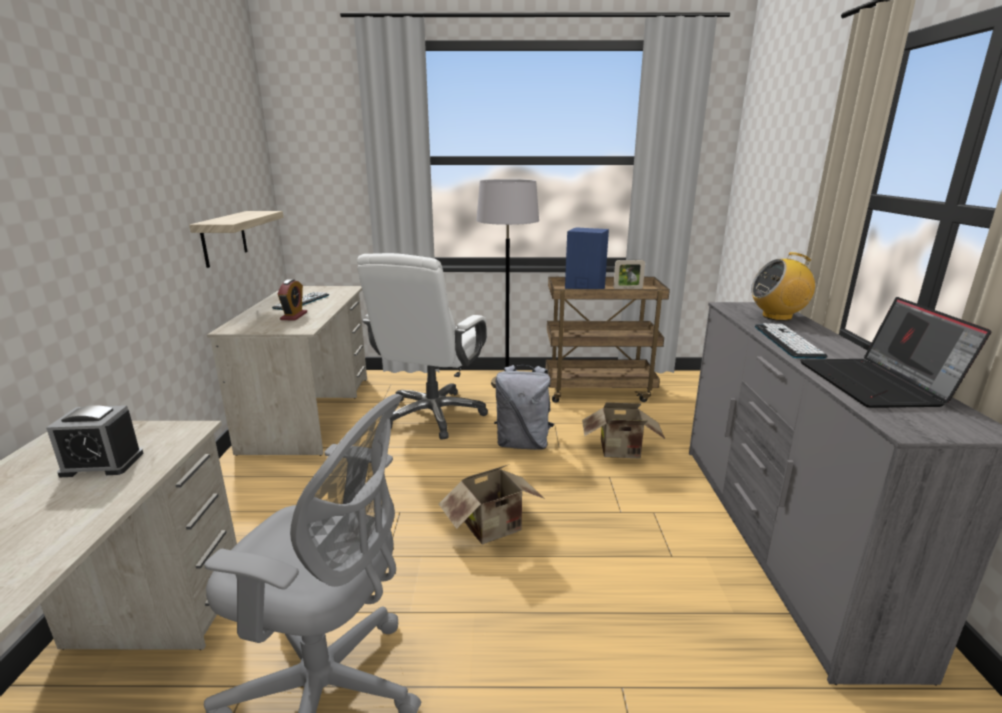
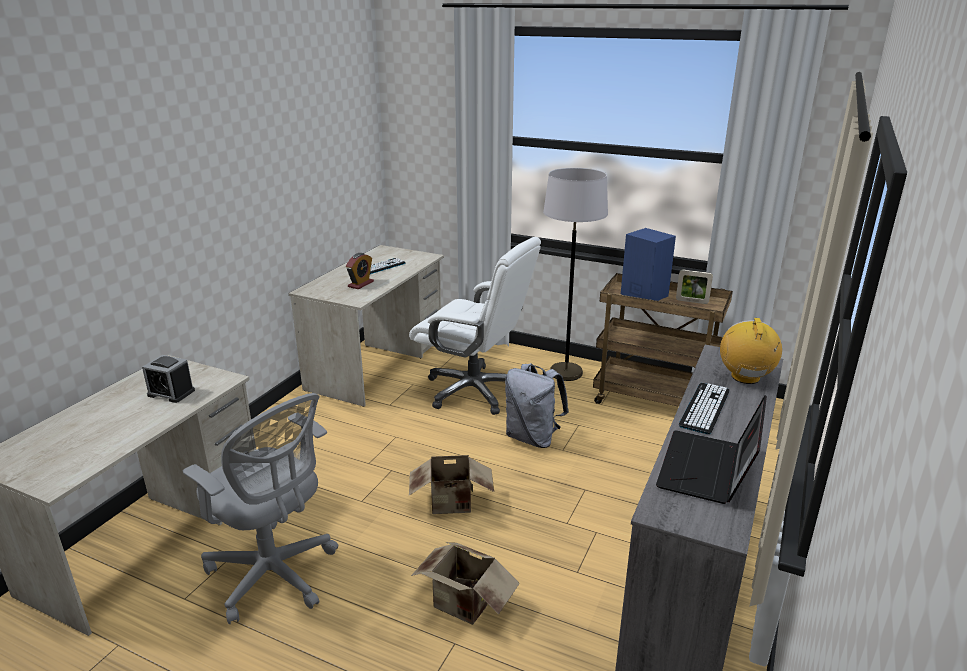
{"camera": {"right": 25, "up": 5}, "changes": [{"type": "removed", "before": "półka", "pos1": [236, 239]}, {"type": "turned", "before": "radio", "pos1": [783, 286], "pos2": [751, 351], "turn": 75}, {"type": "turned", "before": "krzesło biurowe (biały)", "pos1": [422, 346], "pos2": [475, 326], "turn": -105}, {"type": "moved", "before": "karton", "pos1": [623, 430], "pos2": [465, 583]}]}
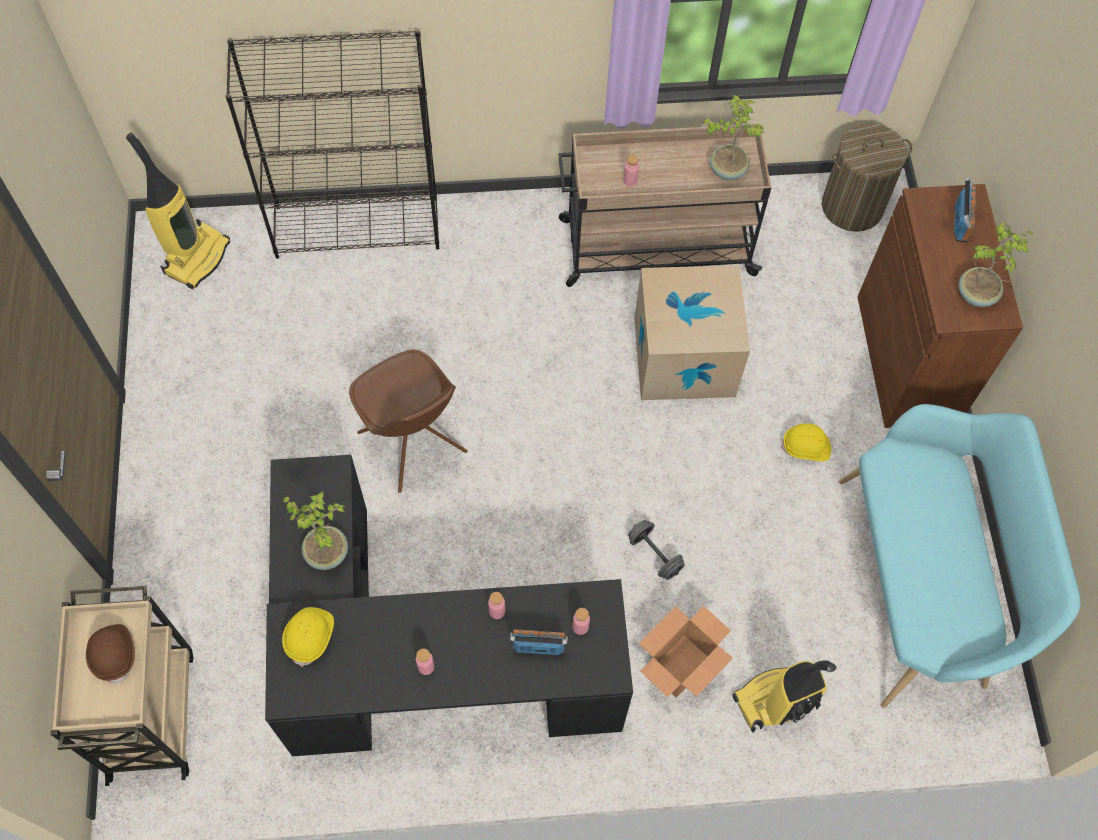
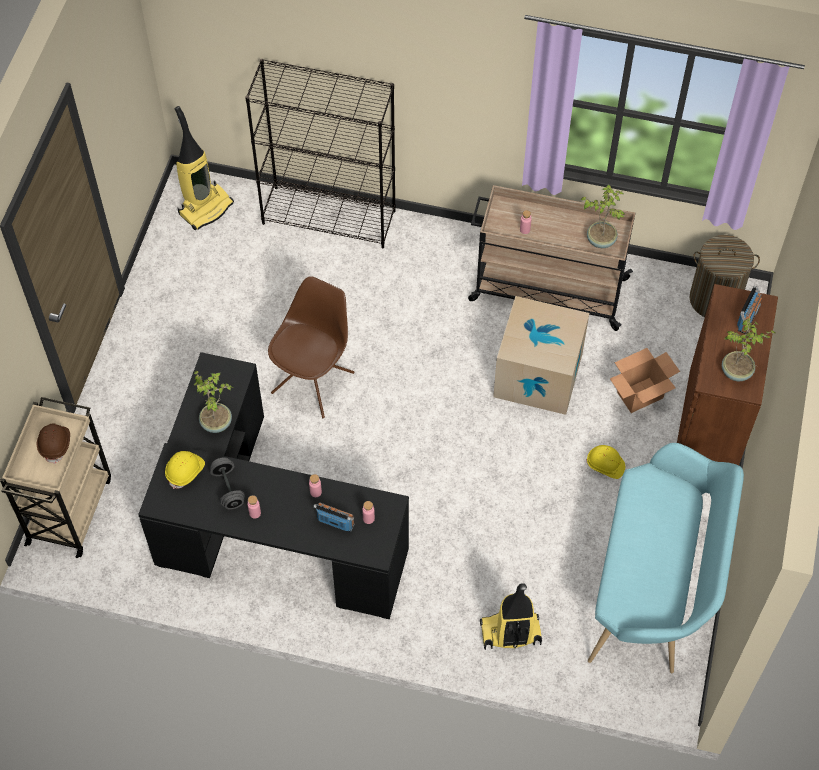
{"camera": {"right": 20, "up": -5}, "changes": [{"type": "turned", "before": "krzesło (brązowy)", "pos1": [408, 421], "pos2": [311, 347], "turn": -135}, {"type": "moved", "before": "hantel (szary)", "pos1": [656, 550], "pos2": [227, 483]}, {"type": "moved", "before": "karton", "pos1": [686, 652], "pos2": [645, 380]}]}
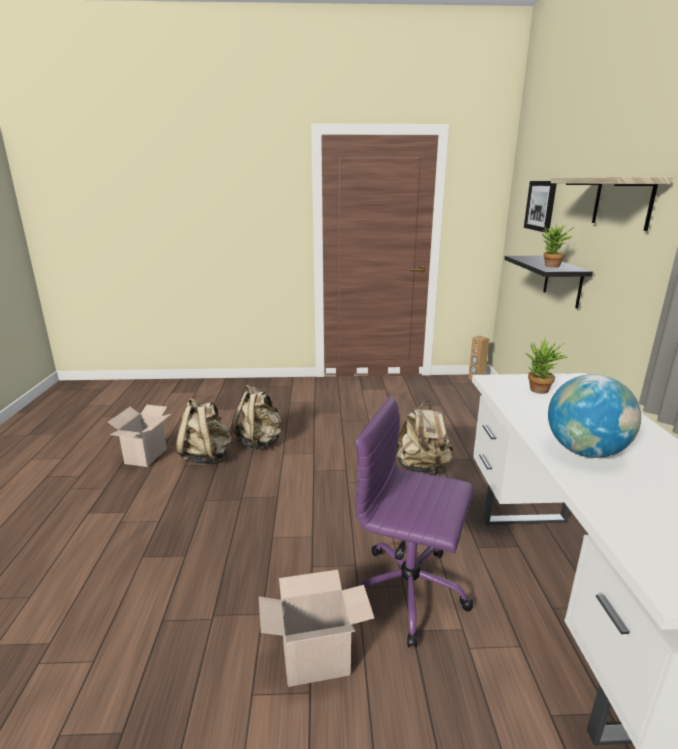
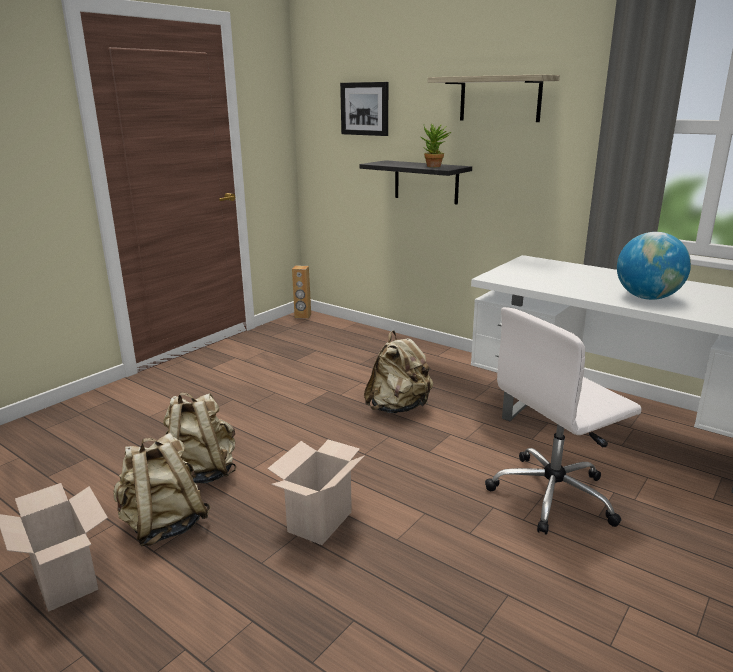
{"camera": {"right": -50, "up": 0}, "changes": [{"type": "removed", "before": "roślina doniczkowa", "pos1": [546, 366]}, {"type": "recoloured", "before": "krzesło biurowe (fioletowy)", "after": "krzesło biurowe (biały)", "pos1": [414, 522], "pos2": [563, 421]}, {"type": "moved", "before": "karton", "pos1": [316, 628], "pos2": [316, 492]}]}
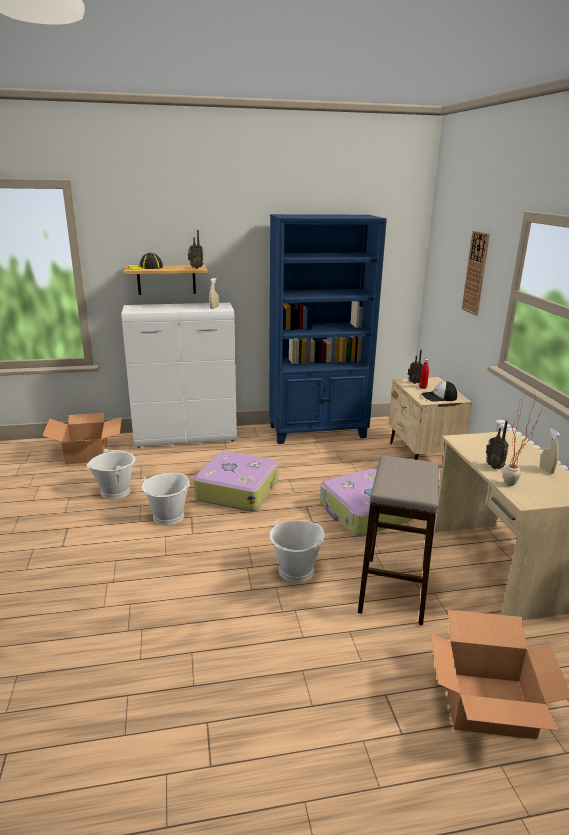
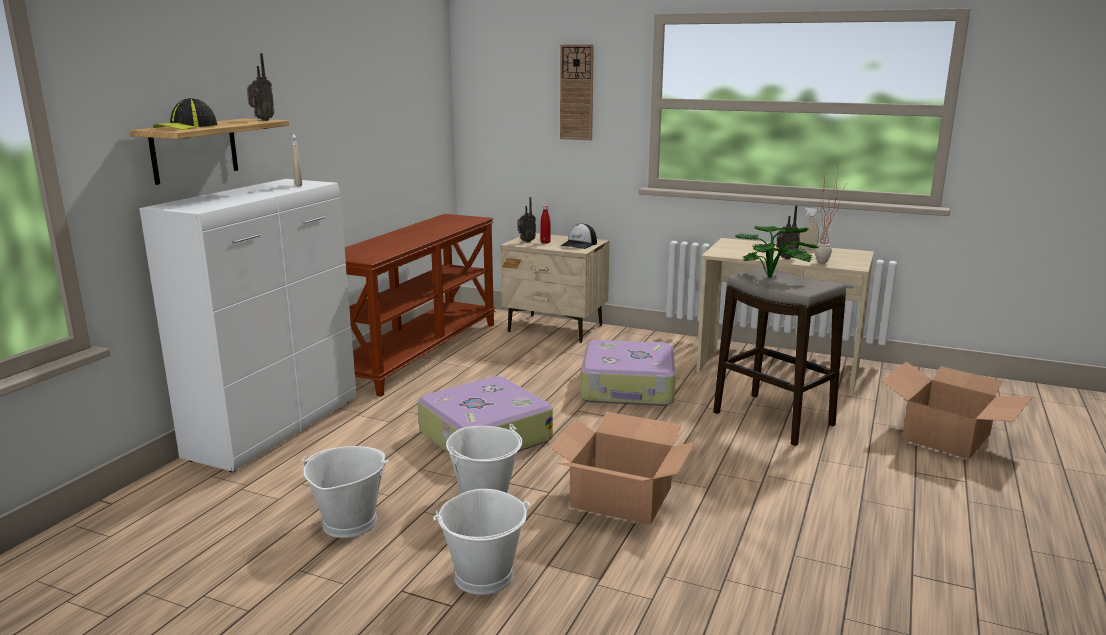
{"camera": {"right": -55, "up": -5}, "changes": [{"type": "replaced", "before": "regał (niebieski)", "after": "stolik konsolowy (brązowy)", "pos1": [328, 329], "pos2": [420, 305]}, {"type": "moved", "before": "karton", "pos1": [82, 438], "pos2": [622, 468]}, {"type": "moved", "before": "wiadro (biały)", "pos1": [297, 551], "pos2": [481, 542]}, {"type": "added", "after": "roślina doniczkowa", "pos2": [777, 252]}]}
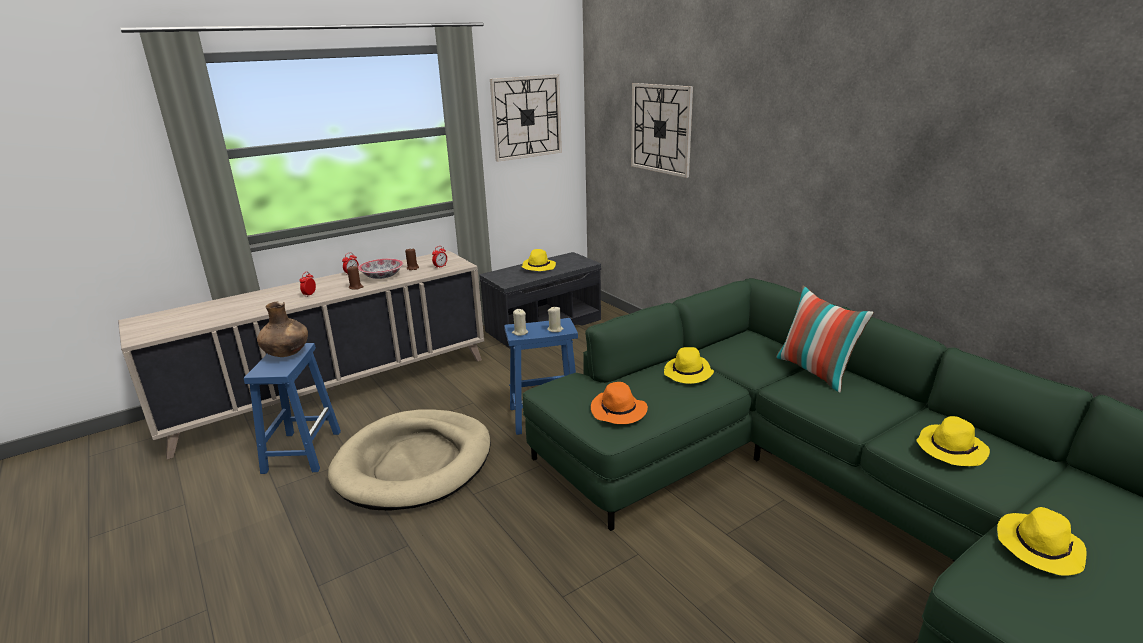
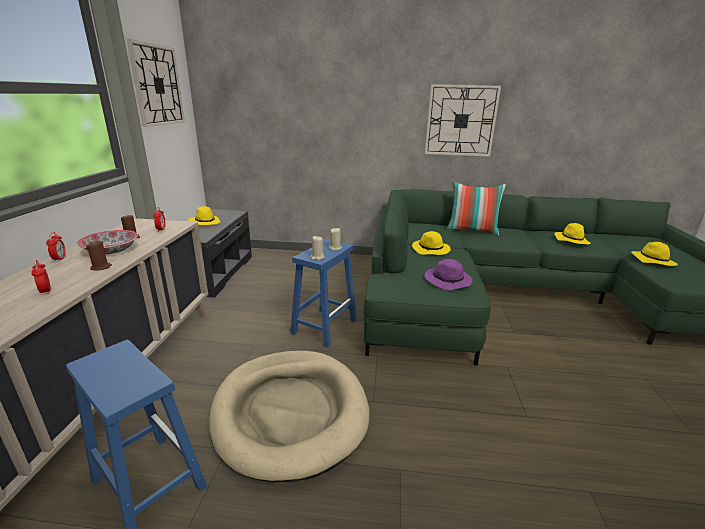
{"camera": {"right": -50, "up": 0}, "changes": [{"type": "moved", "before": "zegar ścienny", "pos1": [662, 130], "pos2": [463, 120]}, {"type": "removed", "before": "wazon (brązowy)", "pos1": [282, 329]}, {"type": "recoloured", "before": "kapelusz (pomarańczowy)", "after": "kapelusz (fioletowy)", "pos1": [619, 403], "pos2": [448, 274]}]}
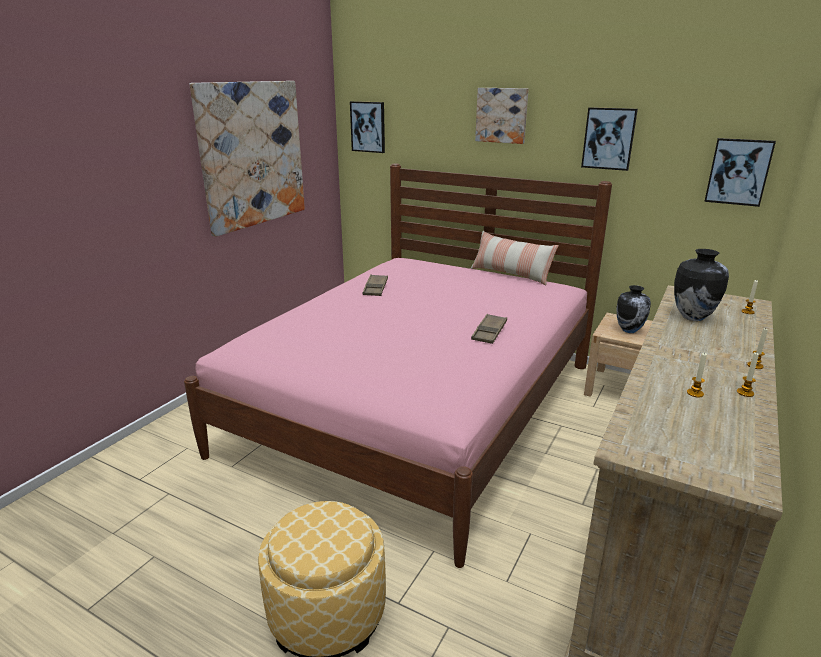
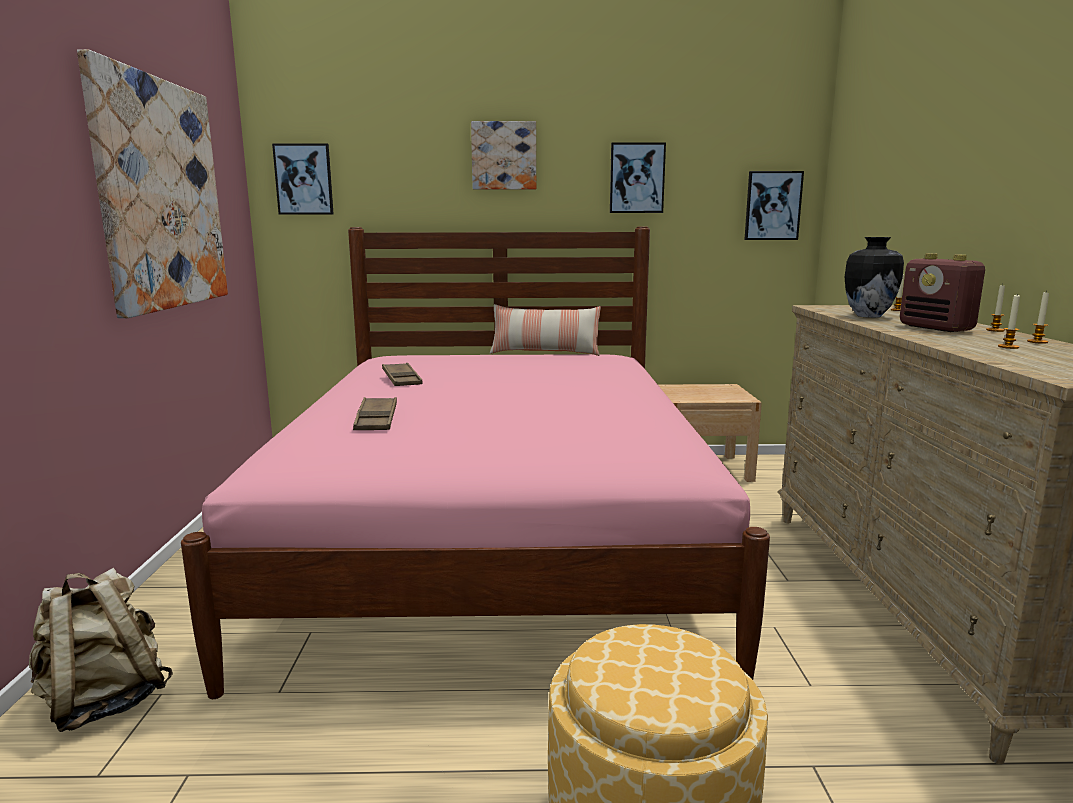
{"camera": {"right": -30, "up": -10}, "changes": [{"type": "removed", "before": "wazon", "pos1": [634, 309]}, {"type": "moved", "before": "taca (brązowy)", "pos1": [489, 329], "pos2": [375, 413]}, {"type": "added", "after": "radio", "pos2": [942, 292]}, {"type": "added", "after": "plecak (beżowy)", "pos2": [101, 650]}]}
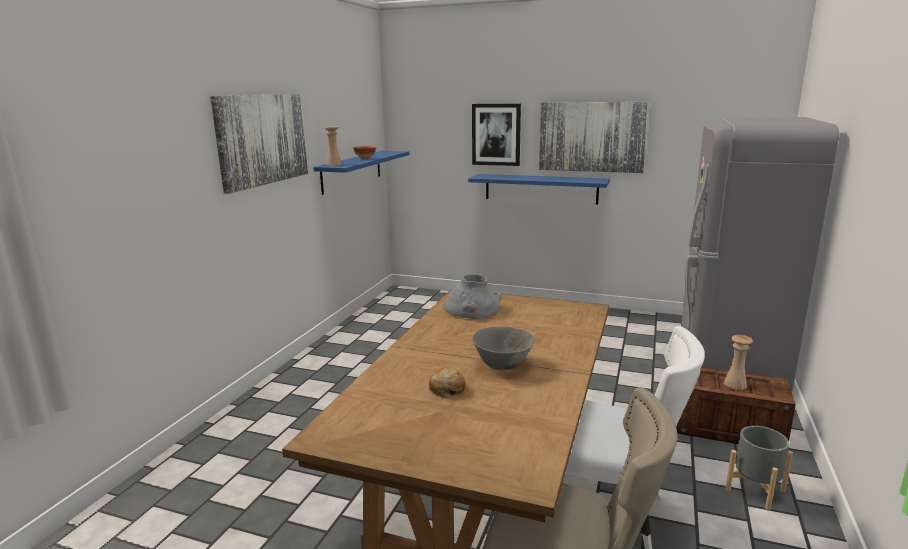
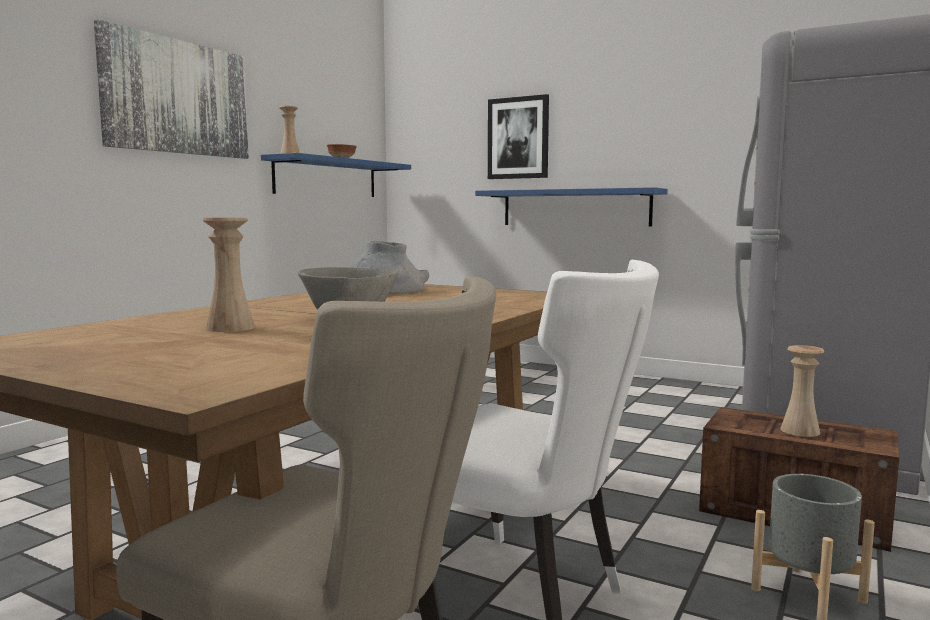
{"camera": {"right": 10, "up": -10}, "changes": [{"type": "removed", "before": "obraz", "pos1": [594, 137]}, {"type": "replaced", "before": "chleb", "after": "wazon (beżowy)", "pos1": [447, 382], "pos2": [228, 275]}]}
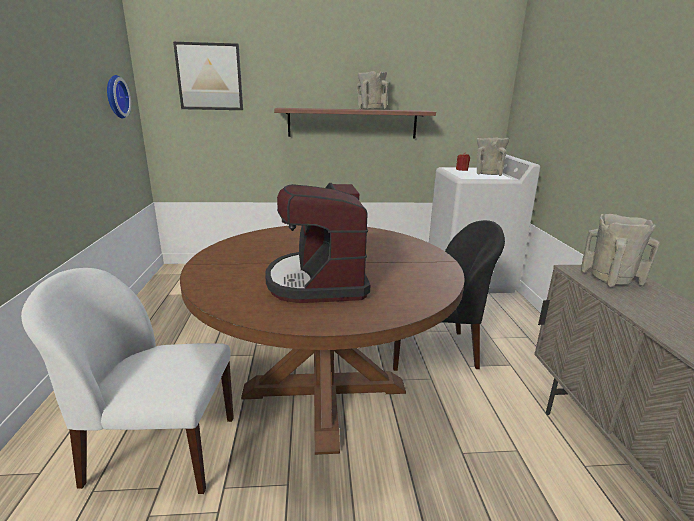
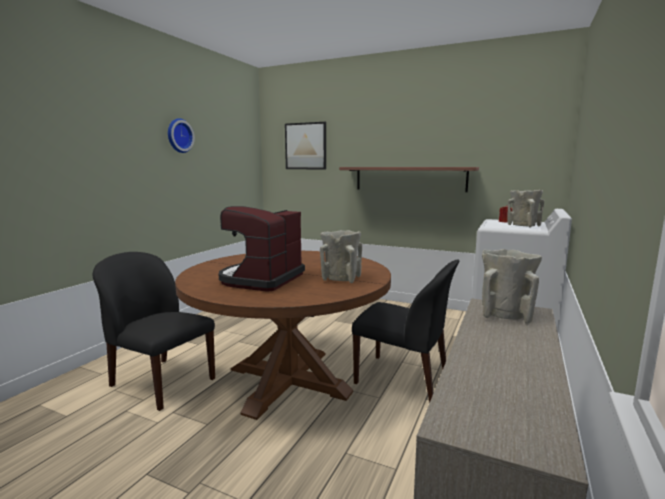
{"camera": {"right": 30, "up": -10}, "changes": [{"type": "moved", "before": "wazon (beżowy)", "pos1": [373, 90], "pos2": [341, 256]}, {"type": "moved", "before": "zegar ścienny", "pos1": [119, 97], "pos2": [181, 135]}, {"type": "recoloured", "before": "krzesło (biały)", "after": "krzesło (czarny)", "pos1": [127, 381], "pos2": [154, 331]}]}
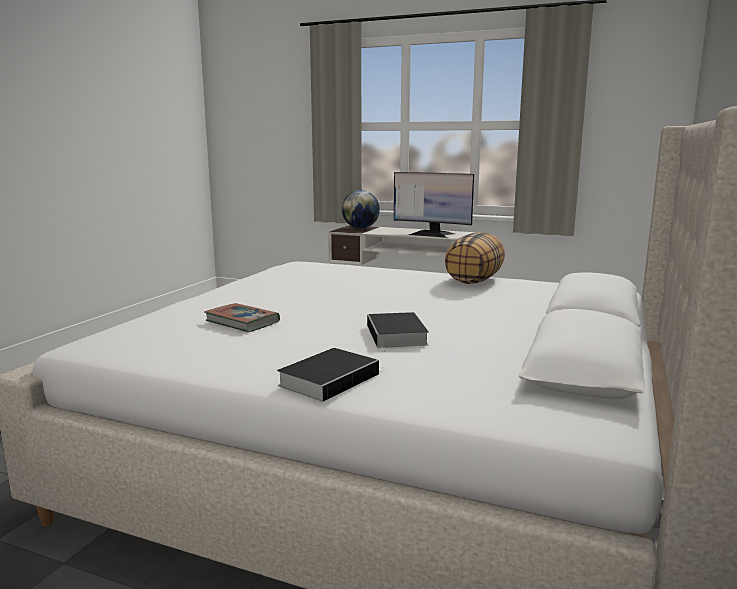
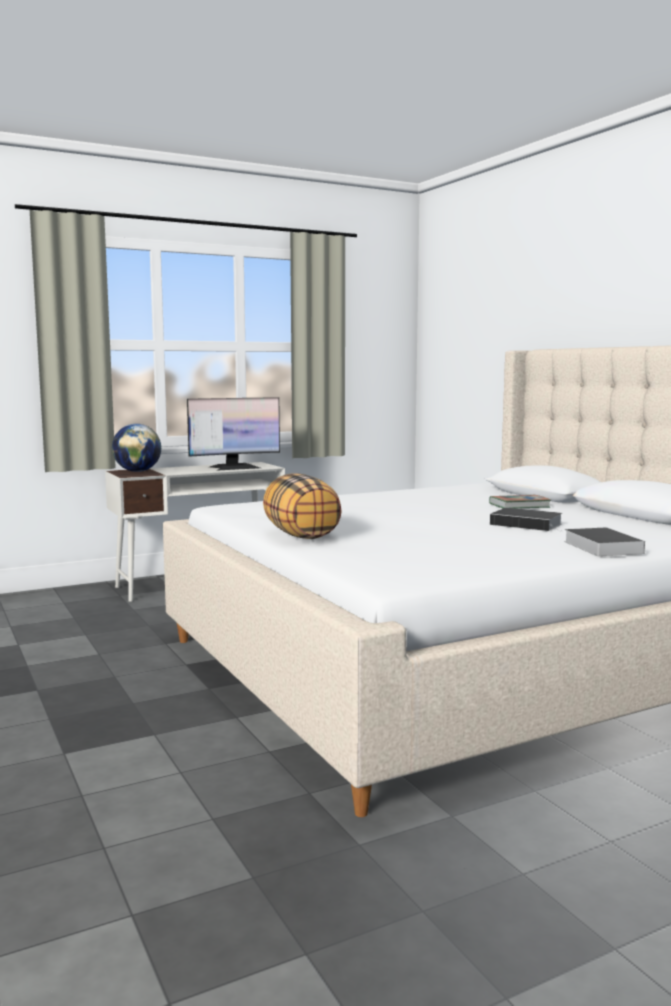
{"camera": {"right": -50, "up": -5}, "changes": [{"type": "moved", "before": "poduszka", "pos1": [475, 258], "pos2": [302, 506]}, {"type": "moved", "before": "książka", "pos1": [242, 317], "pos2": [520, 502]}]}
